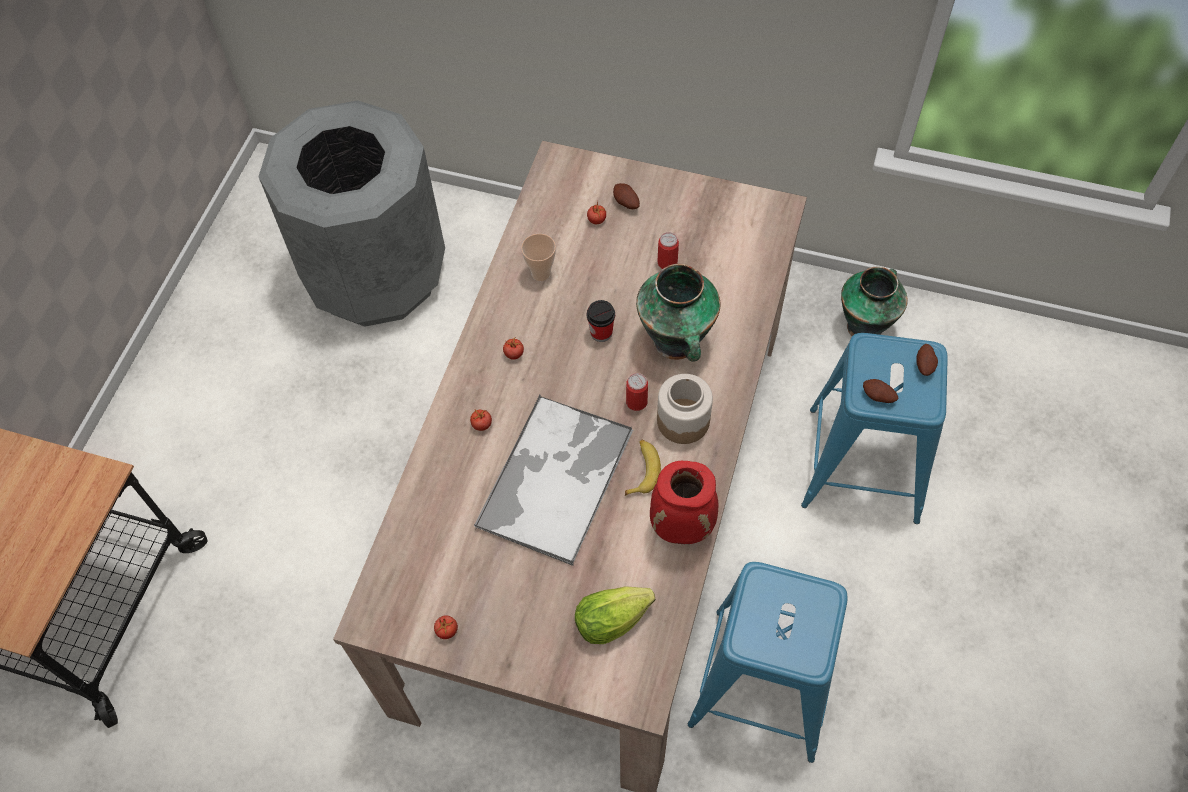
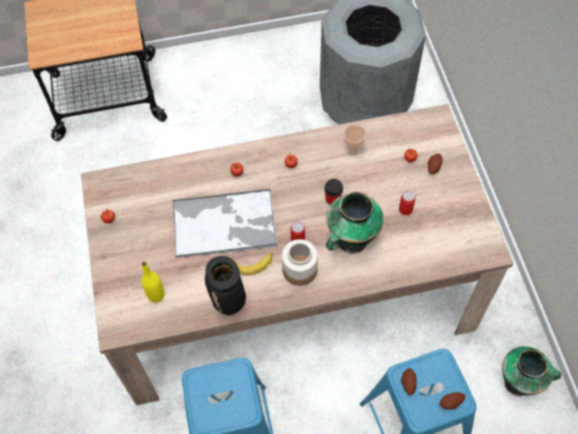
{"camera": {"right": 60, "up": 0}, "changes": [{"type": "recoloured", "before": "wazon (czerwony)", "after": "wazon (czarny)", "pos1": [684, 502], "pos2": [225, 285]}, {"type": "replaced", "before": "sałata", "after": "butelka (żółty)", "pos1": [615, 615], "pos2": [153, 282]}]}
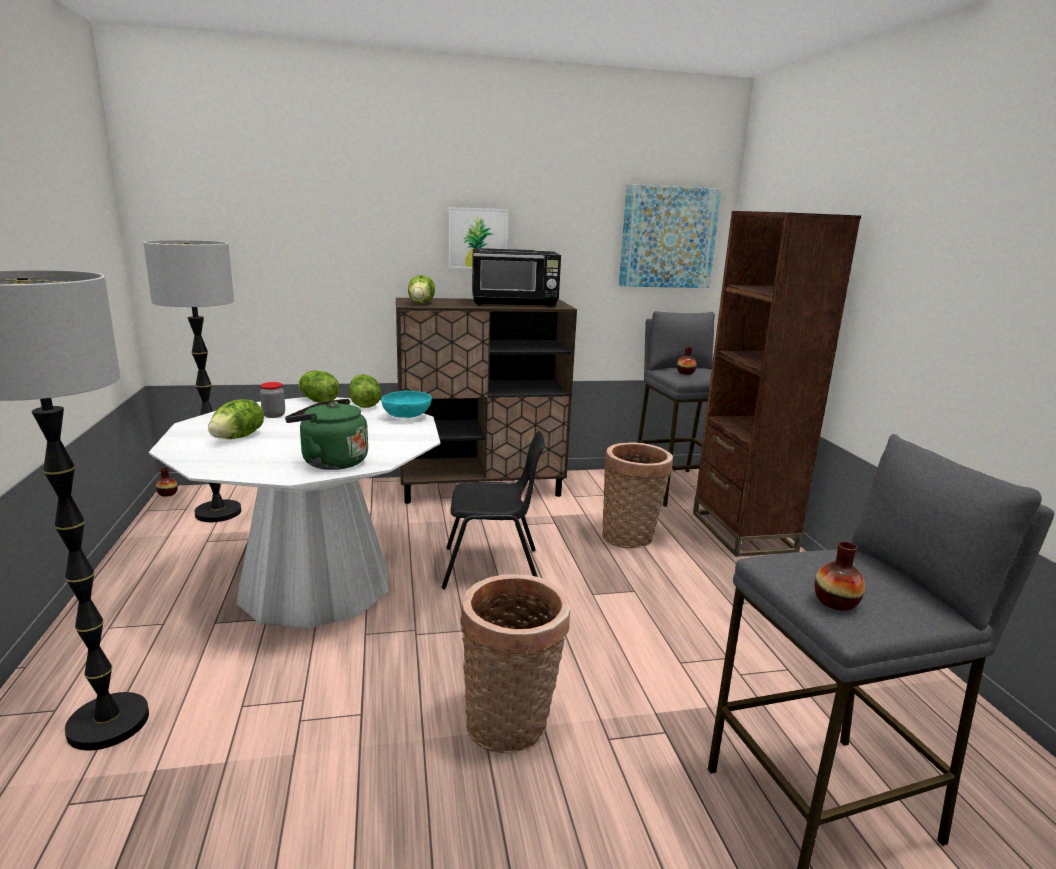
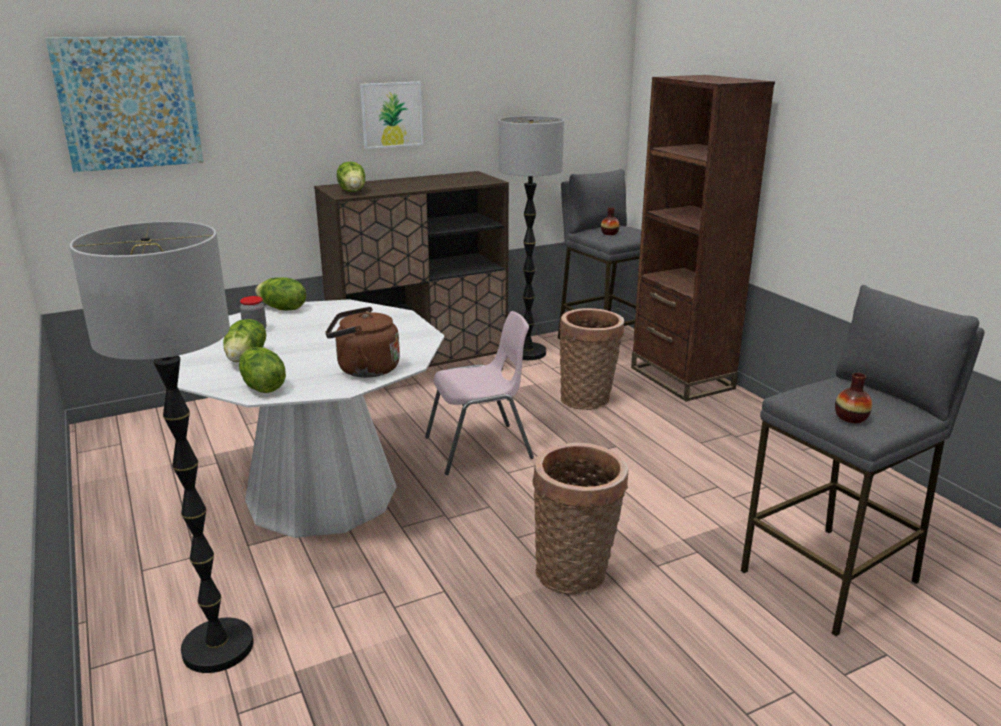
{"camera": {"right": -15, "up": 5}, "changes": [{"type": "moved", "before": "obraz", "pos1": [670, 236], "pos2": [124, 104]}, {"type": "moved", "before": "lampa stojąca", "pos1": [192, 381], "pos2": [531, 238]}, {"type": "removed", "before": "mikrofalówka (czarny)", "pos1": [516, 277]}, {"type": "moved", "before": "sałata", "pos1": [365, 391], "pos2": [262, 370]}, {"type": "removed", "before": "miska (turkusowy)", "pos1": [406, 404]}, {"type": "recoloured", "before": "czajnik (zielony)", "after": "czajnik (brązowy)", "pos1": [326, 434], "pos2": [362, 342]}, {"type": "recoloured", "before": "krzesło (czarny)", "after": "krzesło (różowy)", "pos1": [493, 510], "pos2": [479, 393]}, {"type": "removed", "before": "wazon", "pos1": [167, 482]}]}
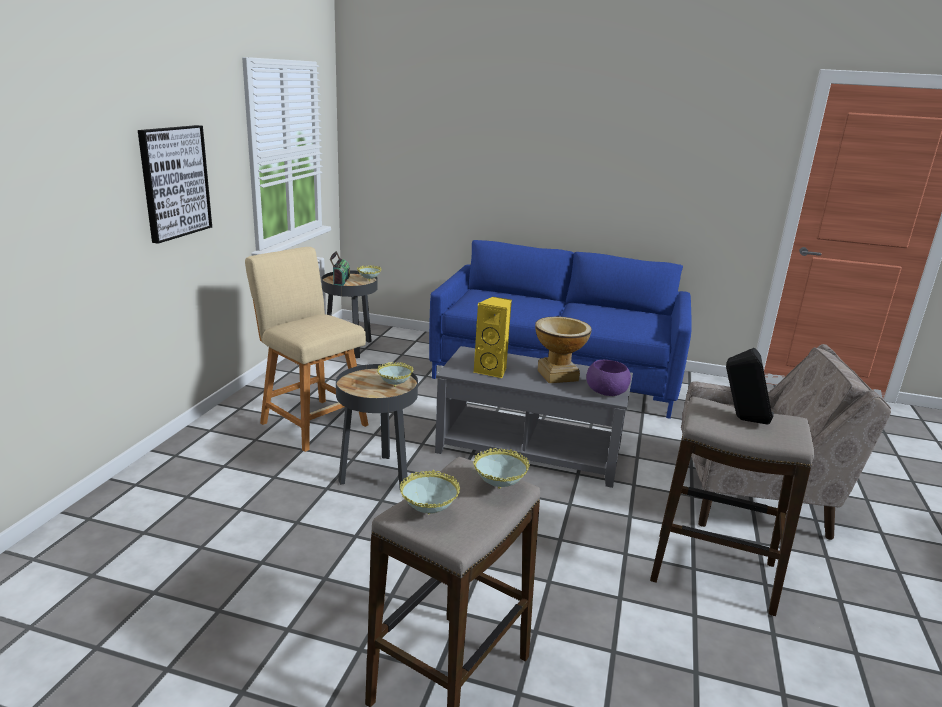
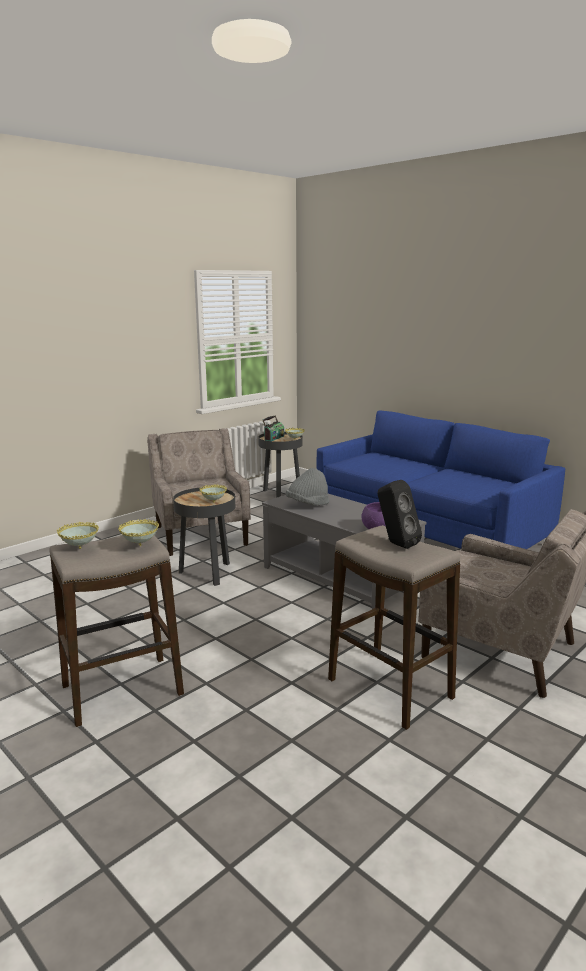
{"camera": {"right": 30, "up": -5}, "changes": [{"type": "removed", "before": "obraz", "pos1": [175, 184]}, {"type": "replaced", "before": "stołek (beżowy)", "after": "fotel (beżowy)", "pos1": [306, 349], "pos2": [199, 492]}, {"type": "replaced", "before": "głośnik (żółty)", "after": "kapelusz (szary)", "pos1": [493, 337], "pos2": [307, 487]}, {"type": "removed", "before": "wazon", "pos1": [563, 350]}]}
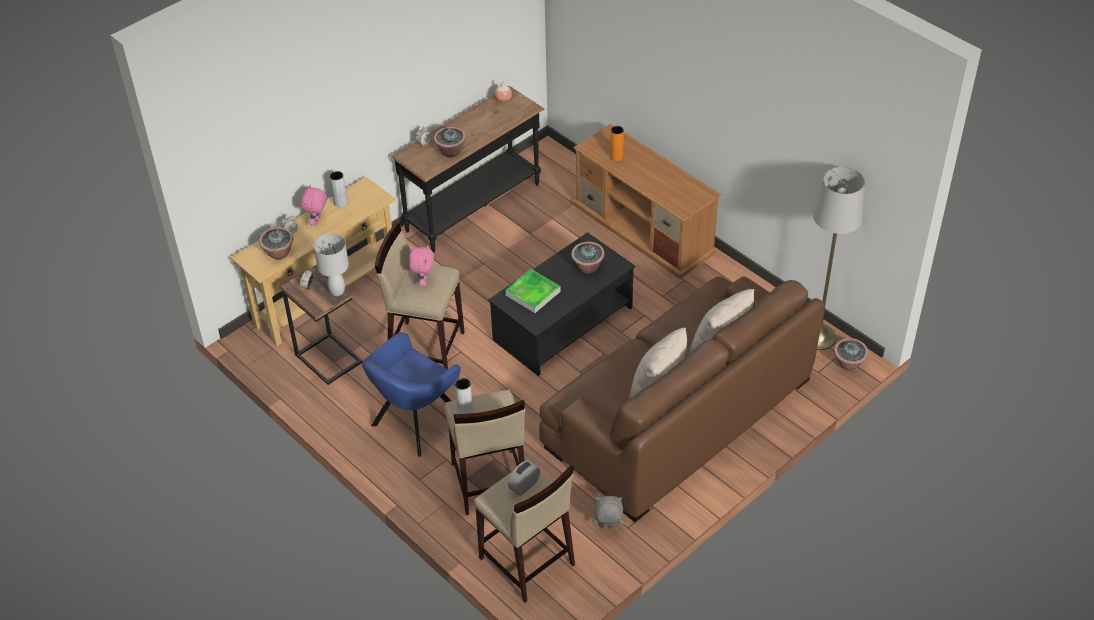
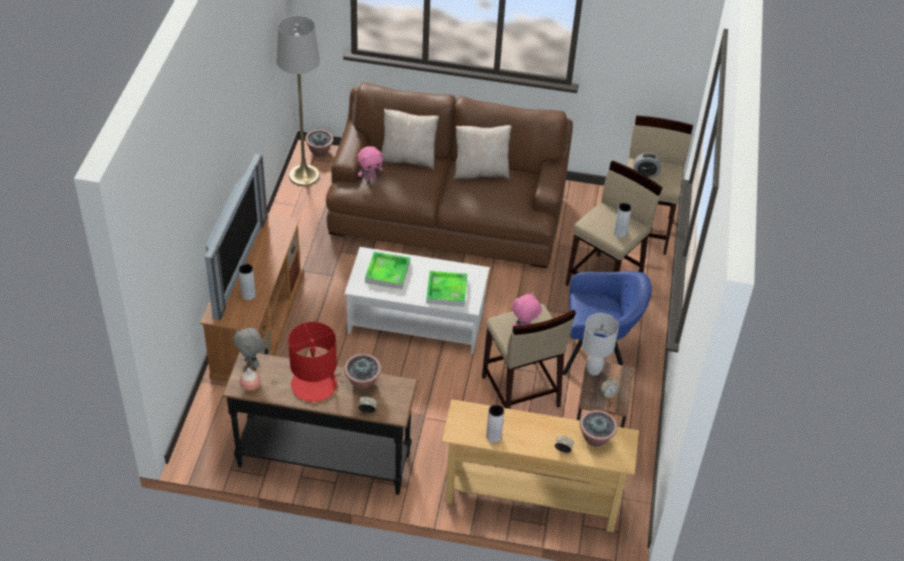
{"camera": {"right": -130, "up": 0}, "changes": [{"type": "recoloured", "before": "wazon (pomarańczowy)", "after": "wazon (szary)", "pos1": [617, 143], "pos2": [247, 282]}, {"type": "moved", "before": "pluszak (różowy)", "pos1": [313, 205], "pos2": [370, 163]}, {"type": "recoloured", "before": "ława (czarny)", "after": "ława (biały)", "pos1": [561, 304], "pos2": [417, 300]}, {"type": "replaced", "before": "roślina doniczkowa", "after": "taca", "pos1": [588, 258], "pos2": [387, 270]}, {"type": "moved", "before": "pluszak (szary)", "pos1": [609, 512], "pos2": [248, 348]}, {"type": "added", "after": "telewizor", "pos2": [236, 237]}, {"type": "added", "after": "lampa stołowa (czerwony)", "pos2": [314, 362]}]}
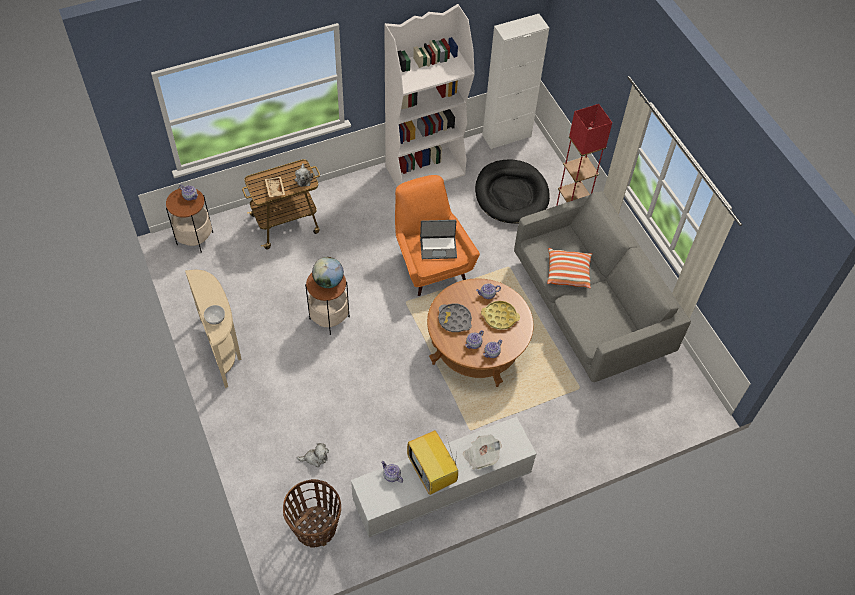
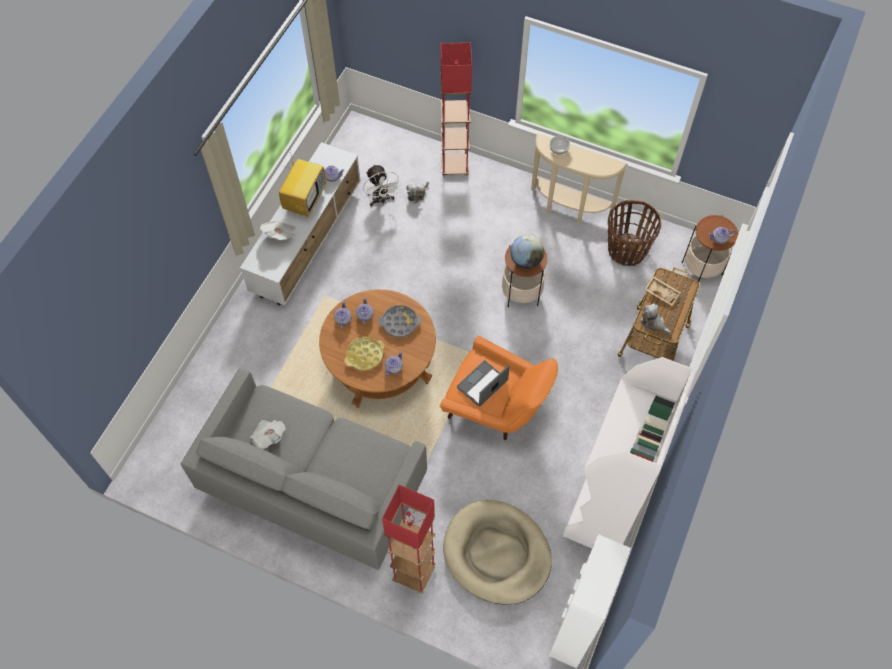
{"camera": {"right": 140, "up": 5}, "changes": [{"type": "recoloured", "before": "legowisko (czarny)", "after": "legowisko (beżowy)", "pos1": [512, 192], "pos2": [497, 552]}, {"type": "removed", "before": "poduszka", "pos1": [569, 268]}, {"type": "turned", "before": "telewizor", "pos1": [432, 462], "pos2": [302, 182], "turn": 90}, {"type": "moved", "before": "koszyk", "pos1": [312, 513], "pos2": [635, 233]}, {"type": "added", "after": "lampa stojąca (czerwony)", "pos2": [456, 109]}, {"type": "added", "after": "wentylator (biały)", "pos2": [382, 185]}, {"type": "added", "after": "gazeta", "pos2": [268, 434]}]}
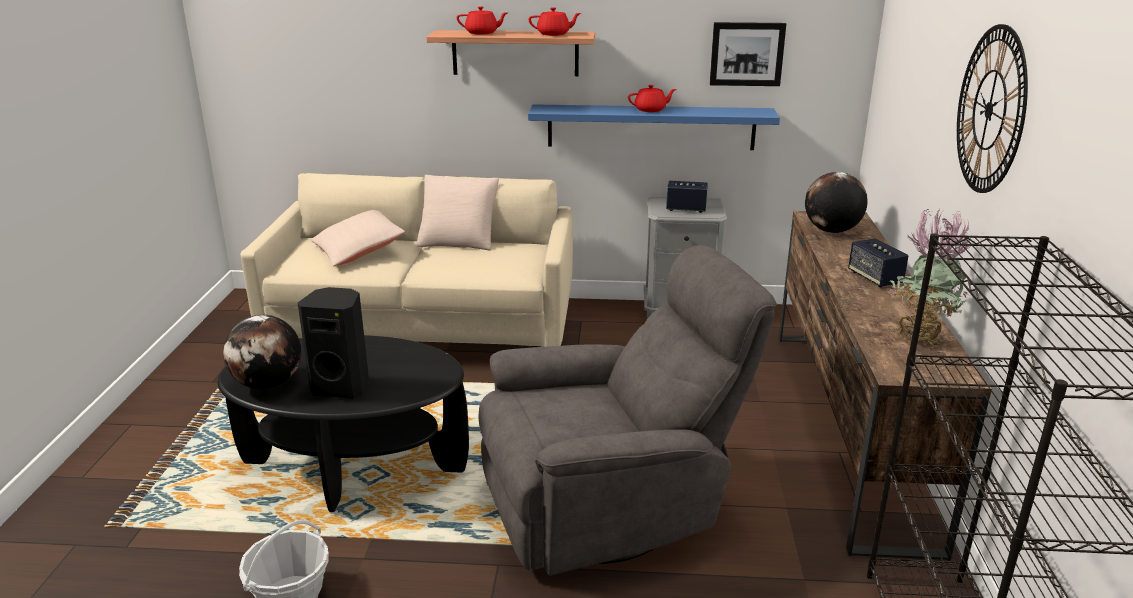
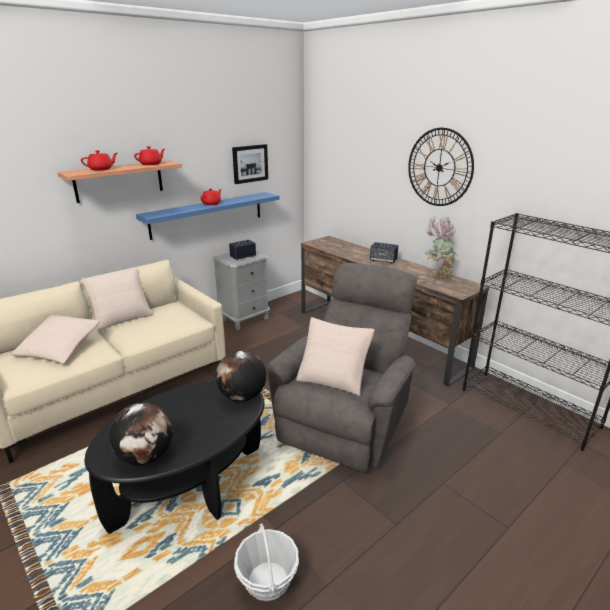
{"camera": {"right": -45, "up": 0}, "changes": [{"type": "moved", "before": "globus", "pos1": [836, 202], "pos2": [241, 376]}, {"type": "removed", "before": "głośnik (czarny)", "pos1": [333, 343]}, {"type": "added", "after": "poduszka (beżowy)", "pos2": [335, 356]}]}
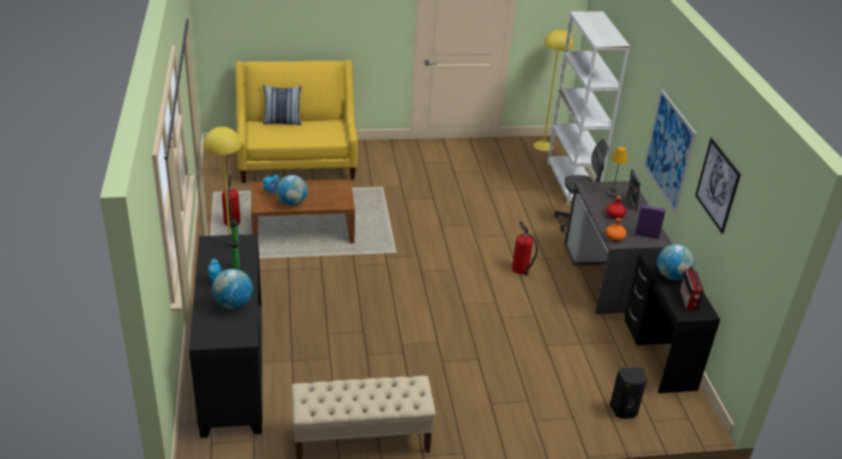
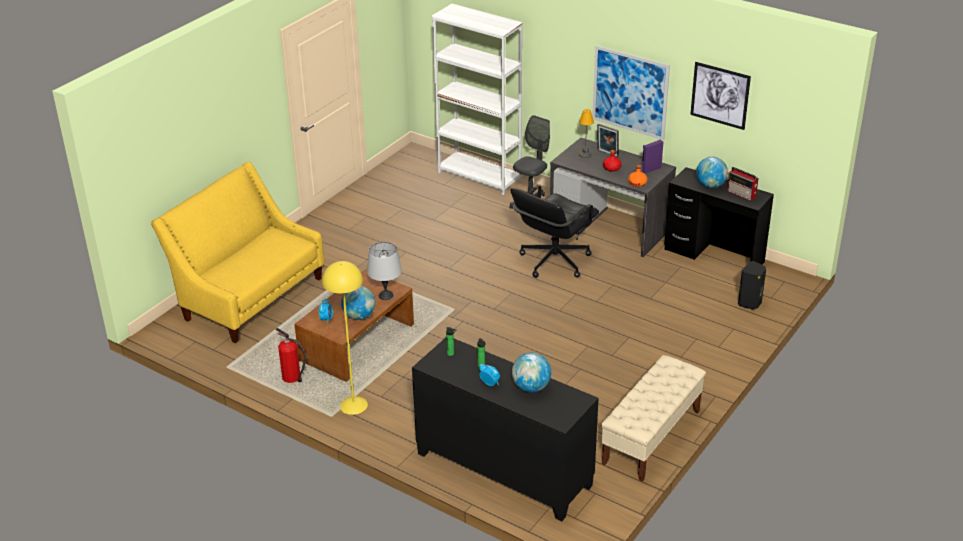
{"camera": {"right": -45, "up": 0}, "changes": [{"type": "removed", "before": "lampa stojąca (żółty)", "pos1": [553, 90]}, {"type": "removed", "before": "poduszka", "pos1": [282, 105]}, {"type": "replaced", "before": "gaśnica", "after": "krzesło biurowe (czarny)", "pos1": [525, 248], "pos2": [554, 231]}, {"type": "added", "after": "lampa stołowa (szary)", "pos2": [384, 271]}]}
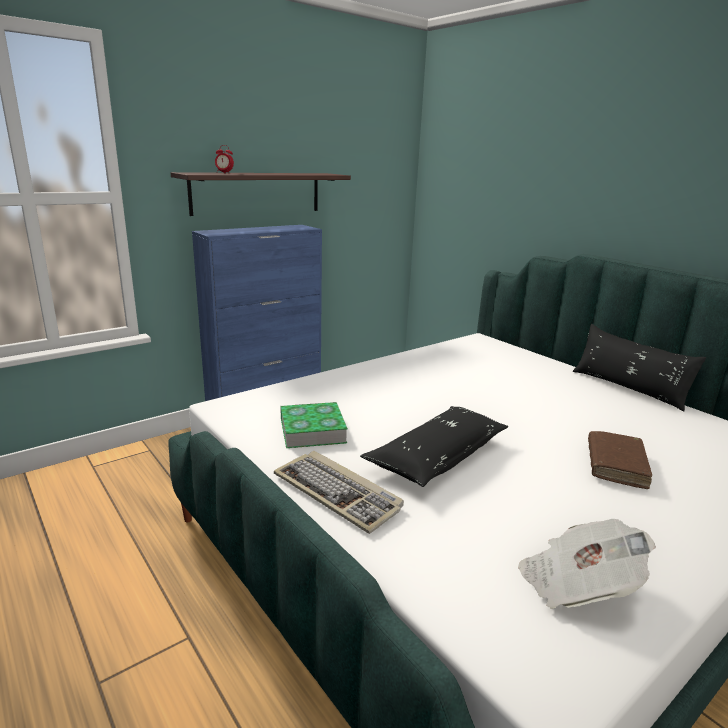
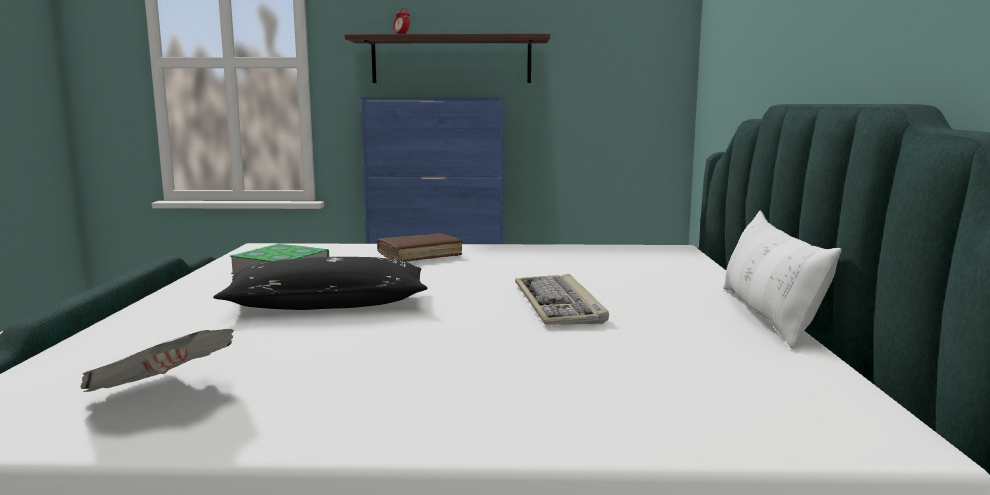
{"camera": {"right": 40, "up": -10}, "changes": [{"type": "recoloured", "before": "poduszka (czarny)", "after": "poduszka (biały)", "pos1": [639, 368], "pos2": [782, 280]}, {"type": "moved", "before": "książka (brązowy)", "pos1": [620, 460], "pos2": [420, 247]}, {"type": "moved", "before": "klawiatura", "pos1": [339, 492], "pos2": [562, 299]}]}
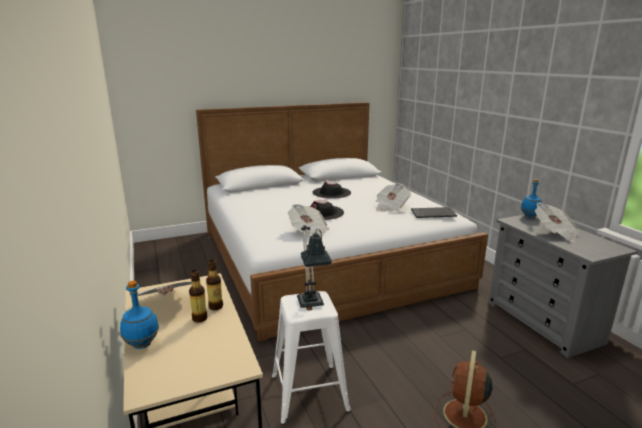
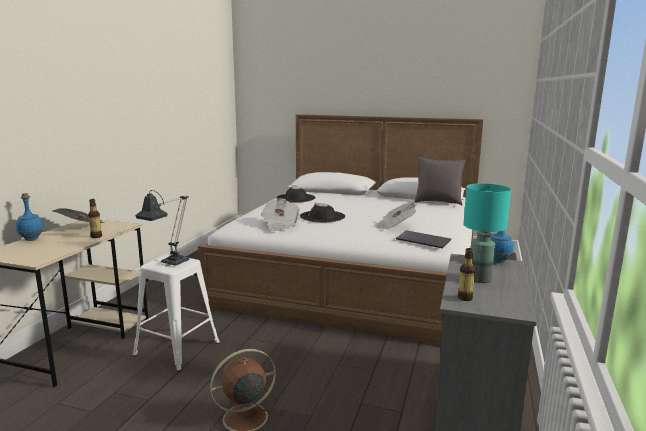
{"camera": {"right": 40, "up": -5}, "changes": [{"type": "moved", "before": "kapelusz (czarny)", "pos1": [331, 189], "pos2": [296, 194]}, {"type": "replaced", "before": "gazeta", "after": "lampa stołowa (turkusowy)", "pos1": [557, 222], "pos2": [487, 233]}, {"type": "moved", "before": "butelka", "pos1": [198, 296], "pos2": [466, 274]}, {"type": "added", "after": "poduszka (szary)", "pos2": [440, 181]}]}
